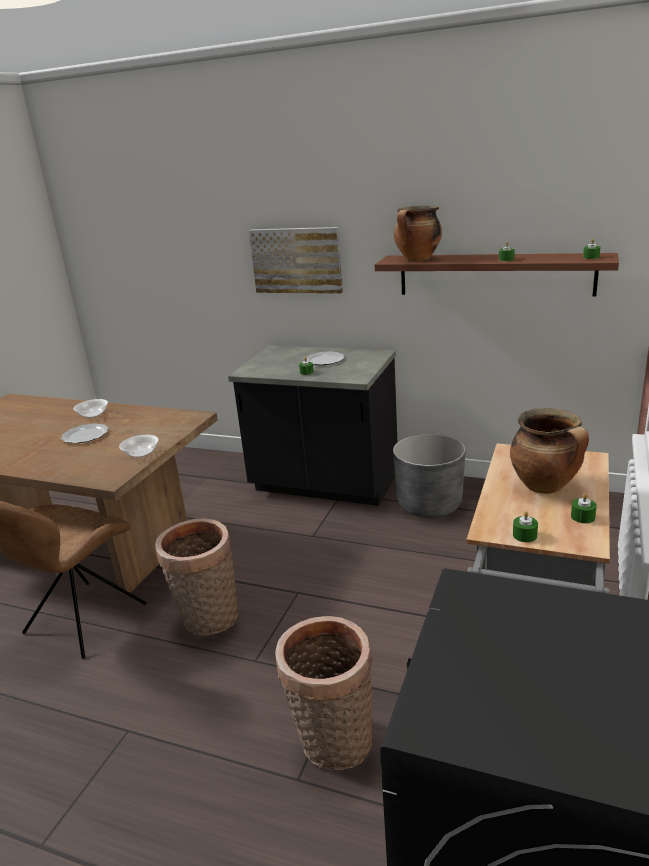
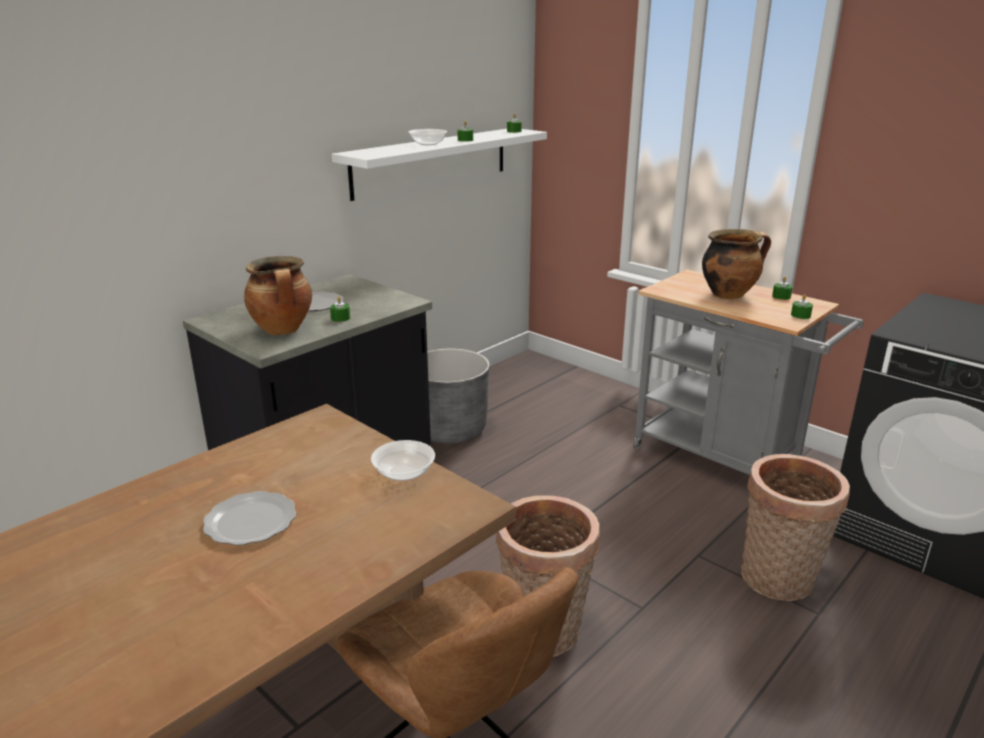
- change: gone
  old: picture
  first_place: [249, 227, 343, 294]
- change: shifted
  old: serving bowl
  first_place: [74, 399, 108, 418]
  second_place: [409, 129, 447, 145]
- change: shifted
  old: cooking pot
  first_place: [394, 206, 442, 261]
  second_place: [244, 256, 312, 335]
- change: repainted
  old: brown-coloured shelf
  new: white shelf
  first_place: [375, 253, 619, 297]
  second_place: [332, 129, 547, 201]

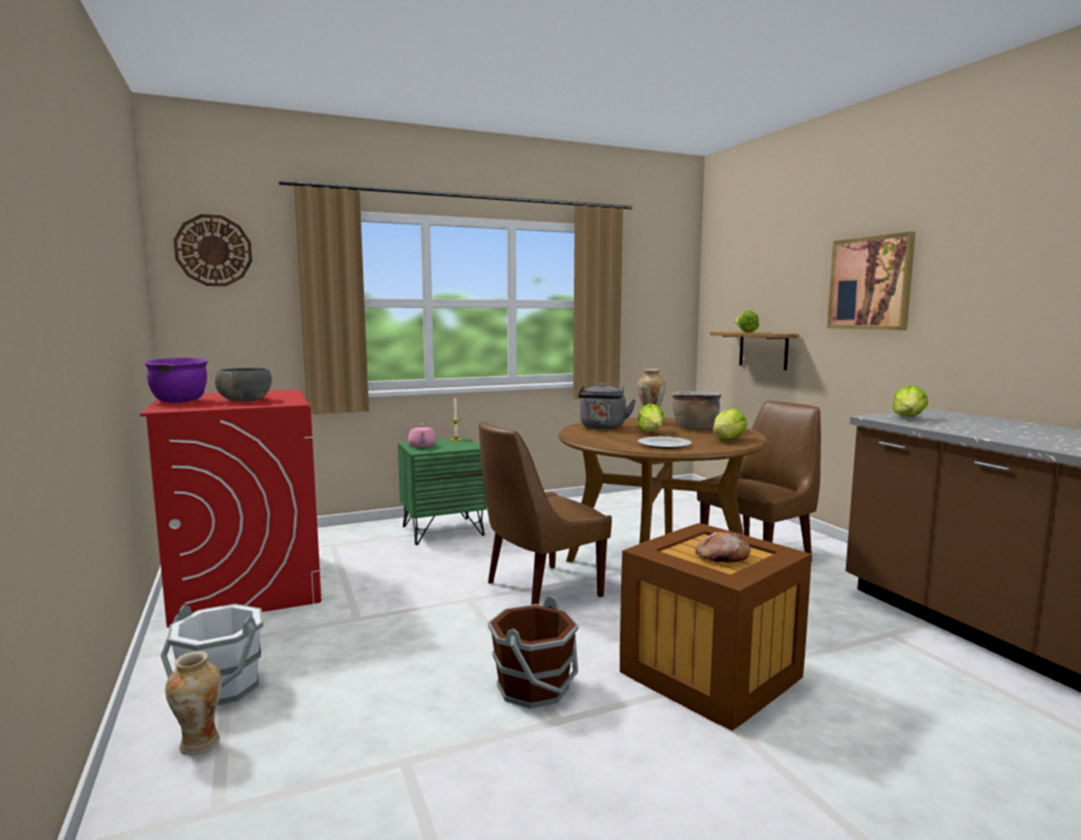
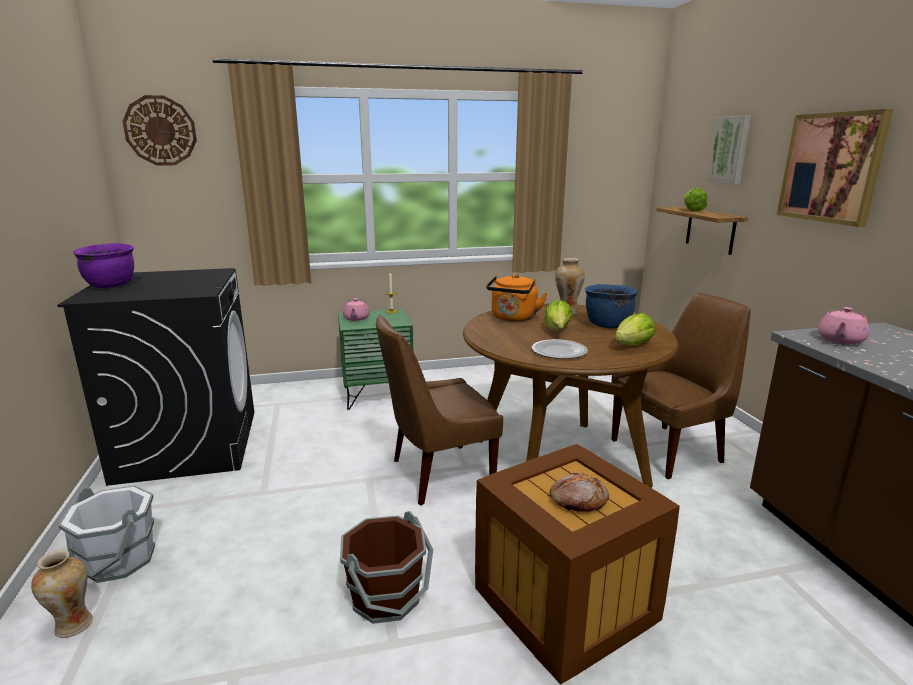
- change: gone
  old: grey serving bowl
  first_place: [215, 368, 272, 401]
- change: new
  new: picture
  second_place: [707, 115, 751, 184]
- change: swapped
  old: lettuce
  new: pink tea pot
  first_place: [892, 385, 928, 417]
  second_place: [818, 307, 869, 344]
- change: repainted
  old: reddish washing machine
  new: black-coloured washing machine
  first_place: [140, 389, 321, 627]
  second_place: [57, 268, 254, 486]
- change: repainted
  old: grey tea kettle
  new: orange tea kettle
  first_place: [578, 383, 636, 429]
  second_place: [486, 274, 547, 322]
- change: repainted
  old: brown-coloured cooking pot
  new: bluish cooking pot
  first_place: [671, 391, 722, 430]
  second_place: [585, 284, 638, 328]

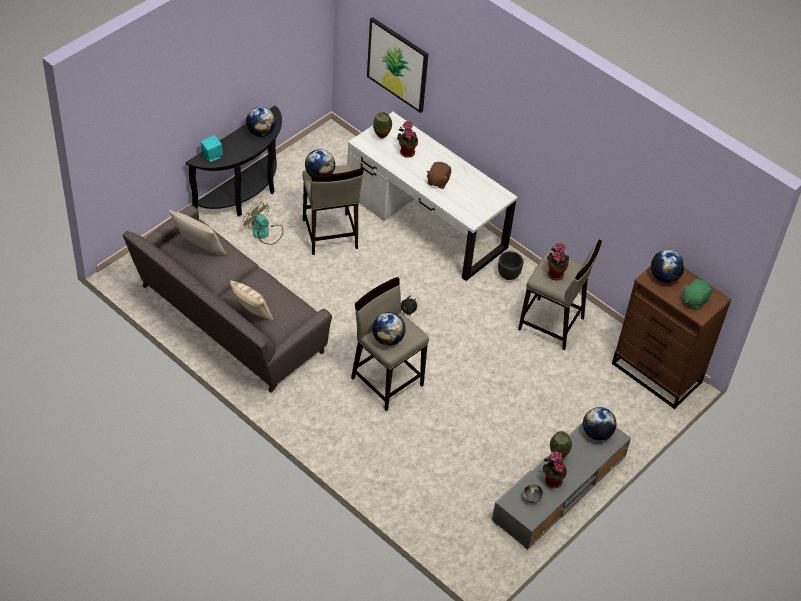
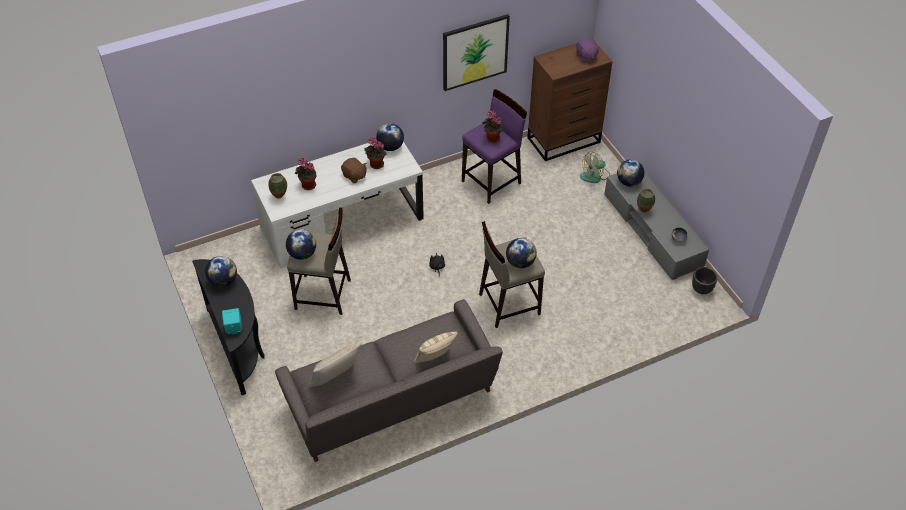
- change: shifted
  old: electric fan
  first_place: [243, 202, 283, 245]
  second_place: [580, 151, 610, 183]
- change: shifted
  old: picture
  first_place: [367, 17, 428, 113]
  second_place: [443, 14, 510, 91]
- change: shifted
  old: black-coloured planter
  first_place: [498, 251, 524, 280]
  second_place: [692, 267, 718, 294]
- change: shifted
  old: plant in a pot
  first_place: [543, 451, 567, 488]
  second_place: [364, 137, 386, 169]
- change: shifted
  old: world globe
  first_place: [651, 250, 685, 283]
  second_place: [376, 123, 404, 151]
- change: repainted
  old: beige-coloured sitting stool
  new: purplish sitting stool
  first_place: [518, 240, 602, 350]
  second_place: [462, 89, 527, 204]
- change: repainted
  old: green plush toy
  new: purplish plush toy
  first_place: [682, 279, 713, 310]
  second_place: [576, 38, 600, 62]

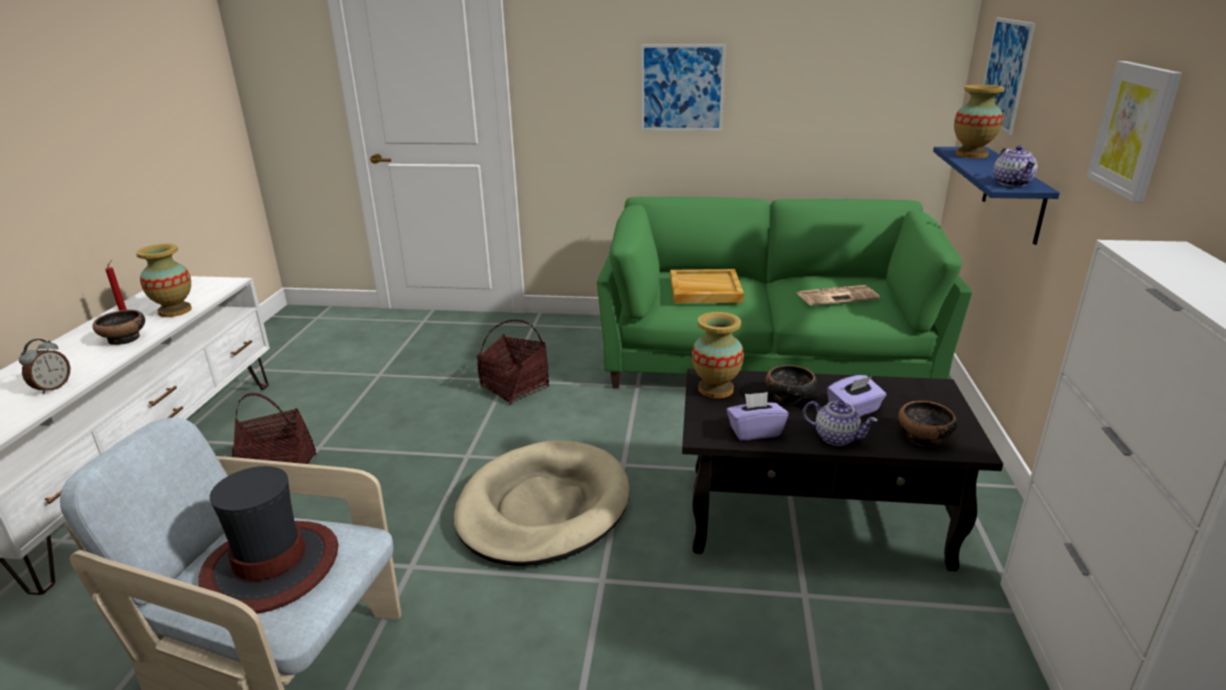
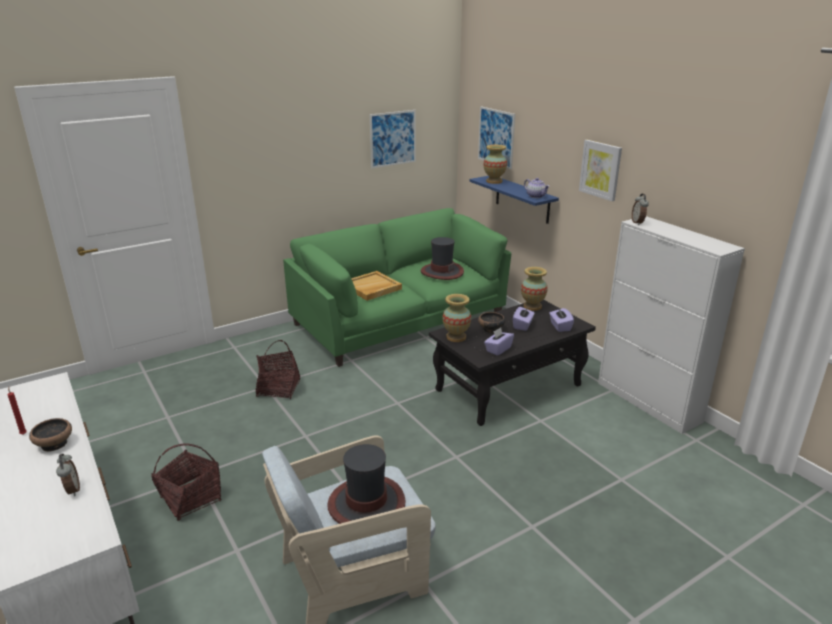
- change: gone
  old: beige-coloured pet bed
  first_place: [454, 440, 629, 566]
- change: gone
  old: tea pot
  first_place: [803, 401, 878, 446]
- change: new
  new: alarm clock
  second_place: [632, 194, 649, 225]
- change: shifted
  old: decorative vase
  first_place: [136, 244, 192, 317]
  second_place: [521, 267, 548, 311]
- change: shifted
  old: picture
  first_place: [641, 44, 726, 131]
  second_place: [370, 110, 416, 168]
- change: swapped
  old: daily paper
  new: wearable hat
  first_place: [797, 285, 880, 306]
  second_place: [421, 237, 464, 280]
- change: swapped
  old: serving bowl
  new: purplish box of tissues
  first_place: [898, 401, 957, 446]
  second_place: [549, 307, 574, 332]

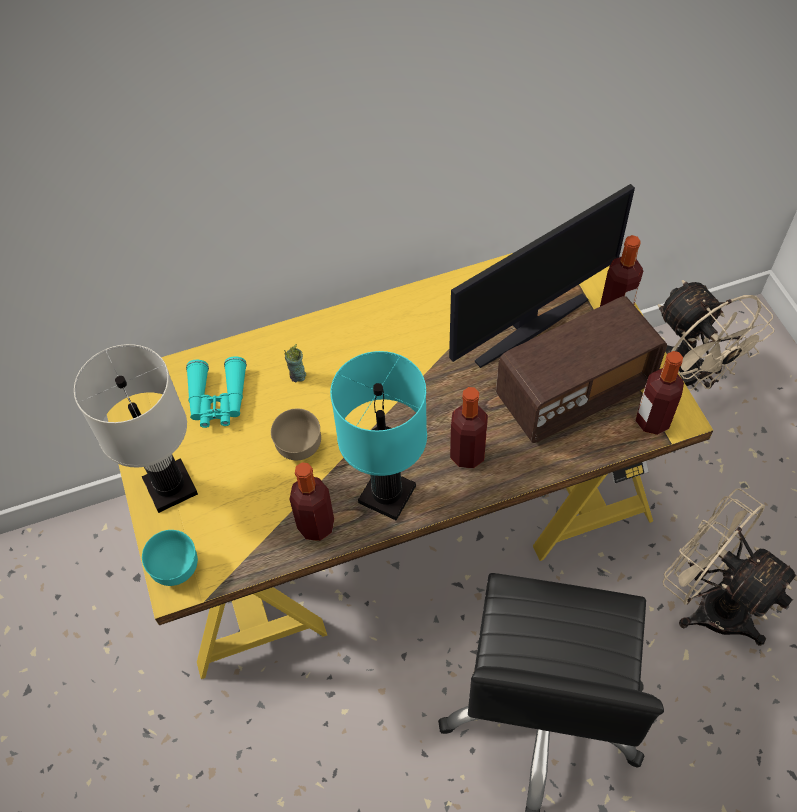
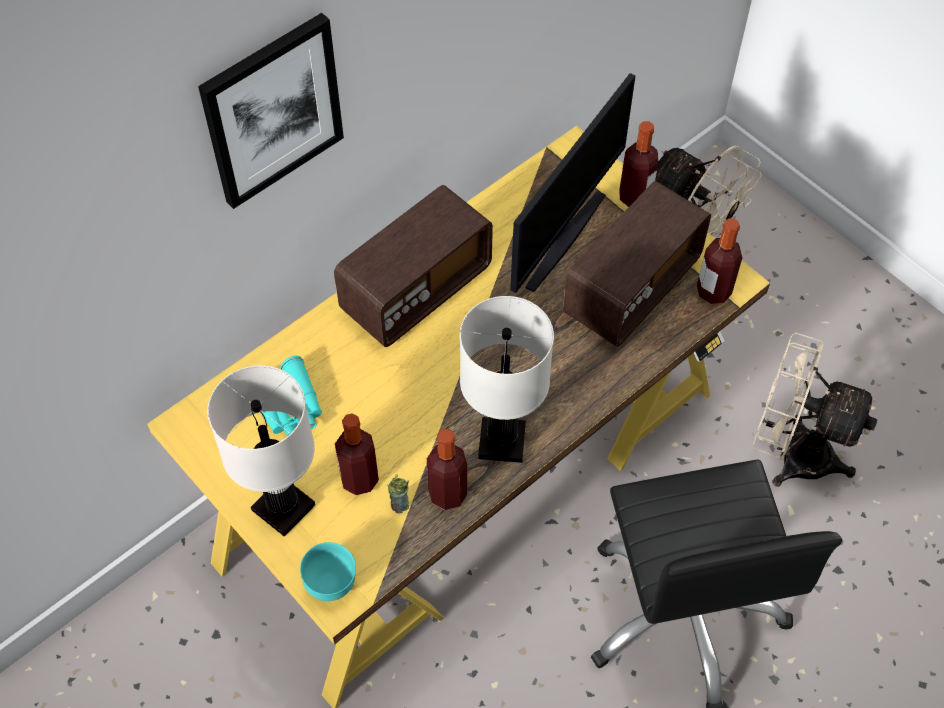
- change: gone
  old: brown-coloured serving bowl
  first_place: [271, 408, 321, 460]
- change: new
  new: picture
  second_place: [198, 13, 344, 209]
- change: new
  new: radio receiver
  second_place: [334, 185, 493, 347]
- change: shifted
  old: cup
  first_place: [284, 344, 306, 382]
  second_place: [387, 474, 409, 513]
- change: shifted
  old: drink bottle
  first_place: [450, 387, 488, 468]
  second_place: [335, 413, 379, 495]
- change: repainted
  old: turquoise-coloured lamp for a table
  new: white lamp for a table
  first_place: [330, 351, 427, 520]
  second_place: [460, 296, 554, 463]

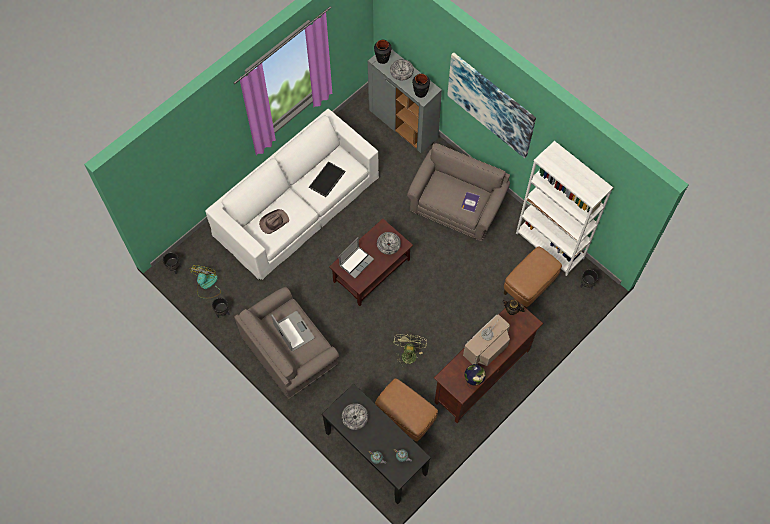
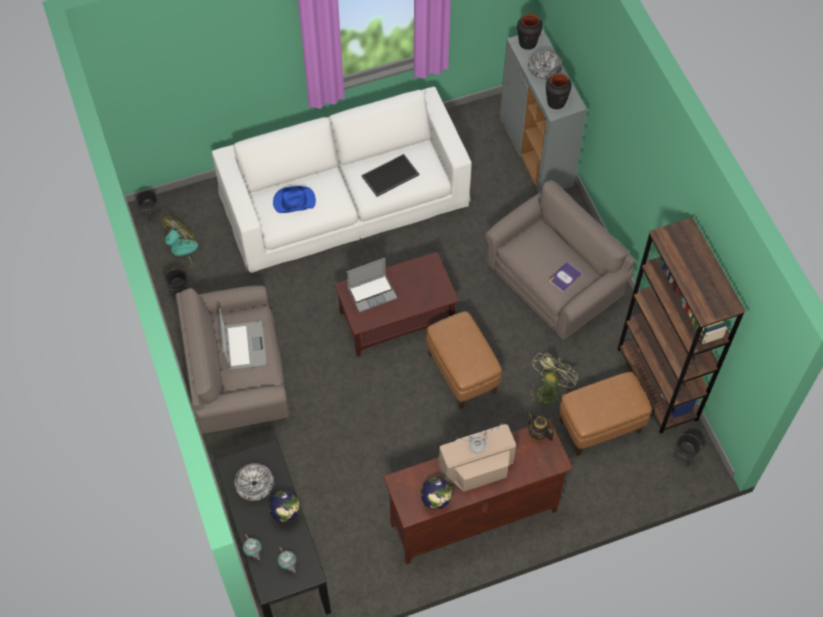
- change: gone
  old: serving bowl
  first_place: [377, 232, 401, 255]
- change: gone
  old: picture
  first_place: [447, 52, 536, 158]
- change: new
  new: world globe
  second_place: [268, 490, 300, 526]
- change: shifted
  old: brown-coloured ottoman
  first_place: [375, 379, 438, 444]
  second_place: [426, 311, 502, 409]
- change: shifted
  old: green electric fan
  first_place: [393, 334, 427, 368]
  second_place: [529, 353, 578, 405]
- change: repainted
  old: brown-coloured wearable hat
  new: bluish wearable hat
  first_place: [259, 209, 289, 234]
  second_place: [273, 186, 316, 213]
- change: repainted
  old: white bookshelf
  new: brown-coloured bookshelf
  first_place: [516, 141, 613, 276]
  second_place: [618, 217, 746, 434]

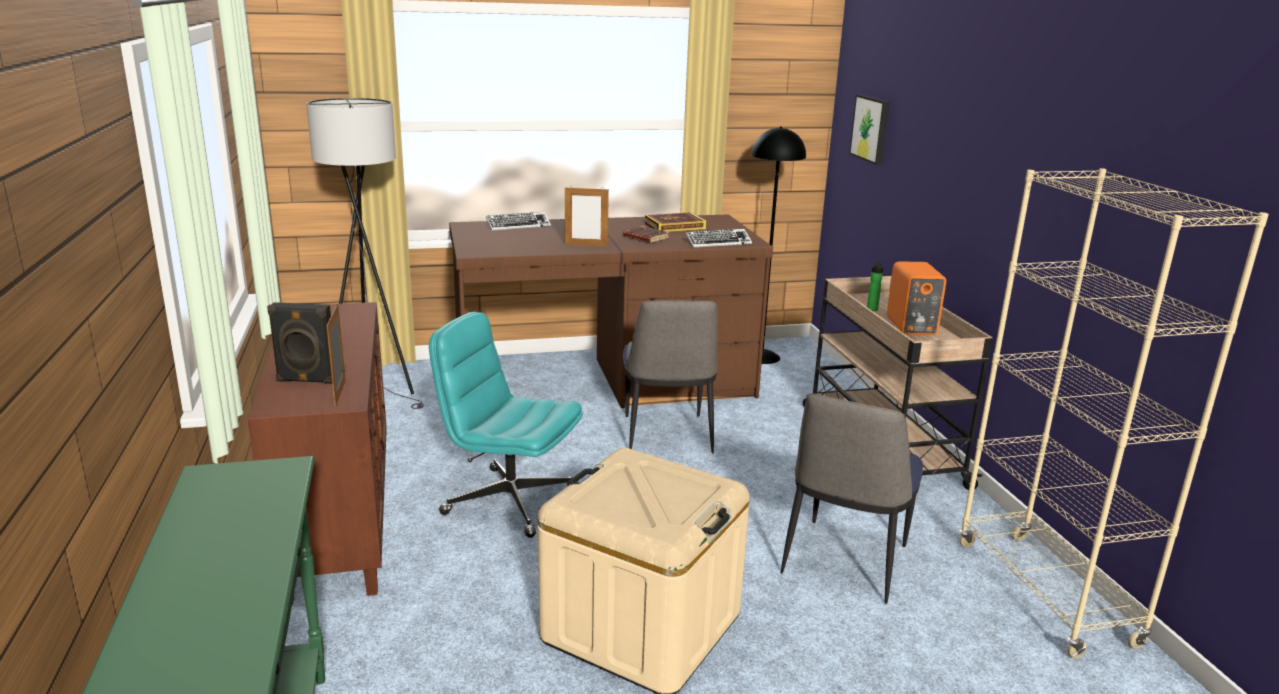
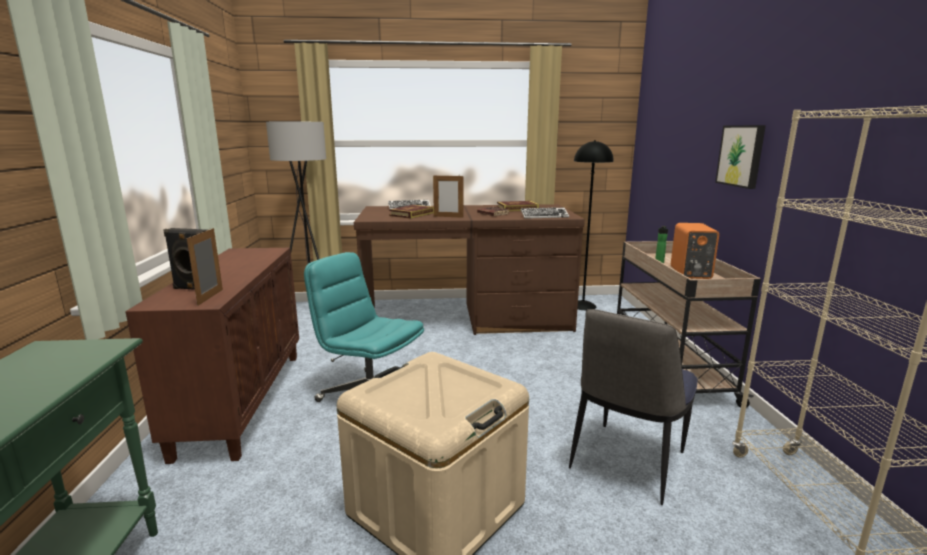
- change: gone
  old: chair
  first_place: [623, 301, 718, 454]
- change: new
  new: bound book
  second_place: [389, 205, 434, 219]
- change: shifted
  old: picture
  first_place: [849, 94, 890, 165]
  second_place: [715, 125, 766, 189]

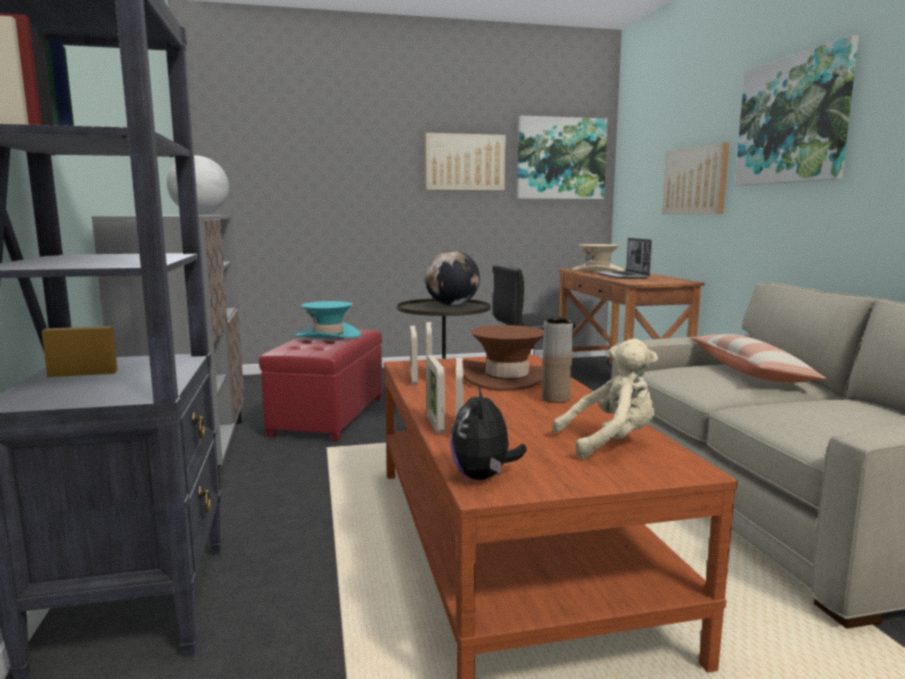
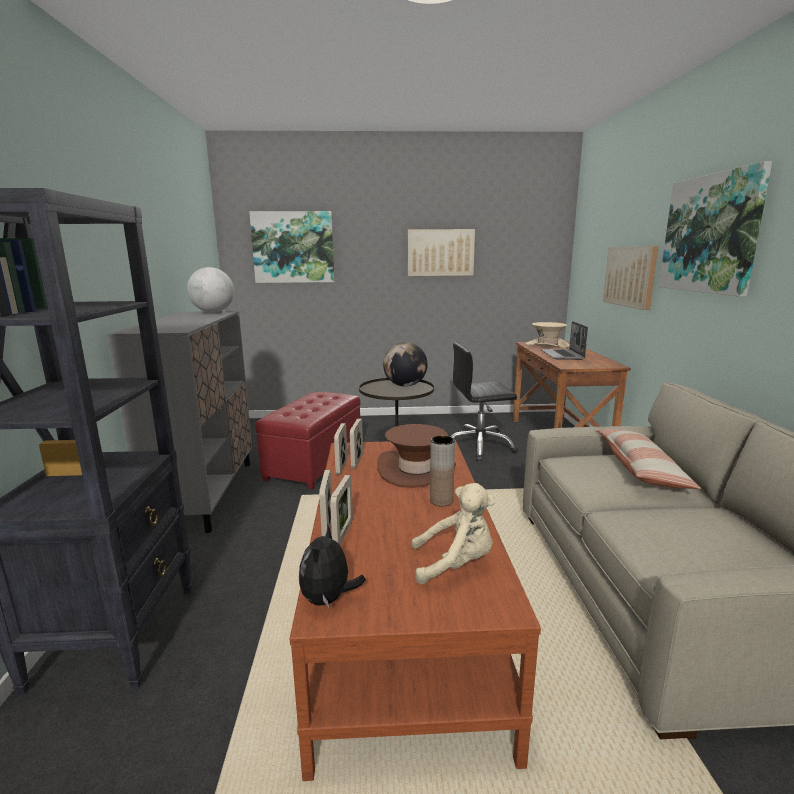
- change: gone
  old: turquoise-coloured wearable hat
  first_place: [295, 301, 361, 338]
- change: shifted
  old: picture
  first_place: [517, 116, 608, 199]
  second_place: [249, 211, 335, 283]

